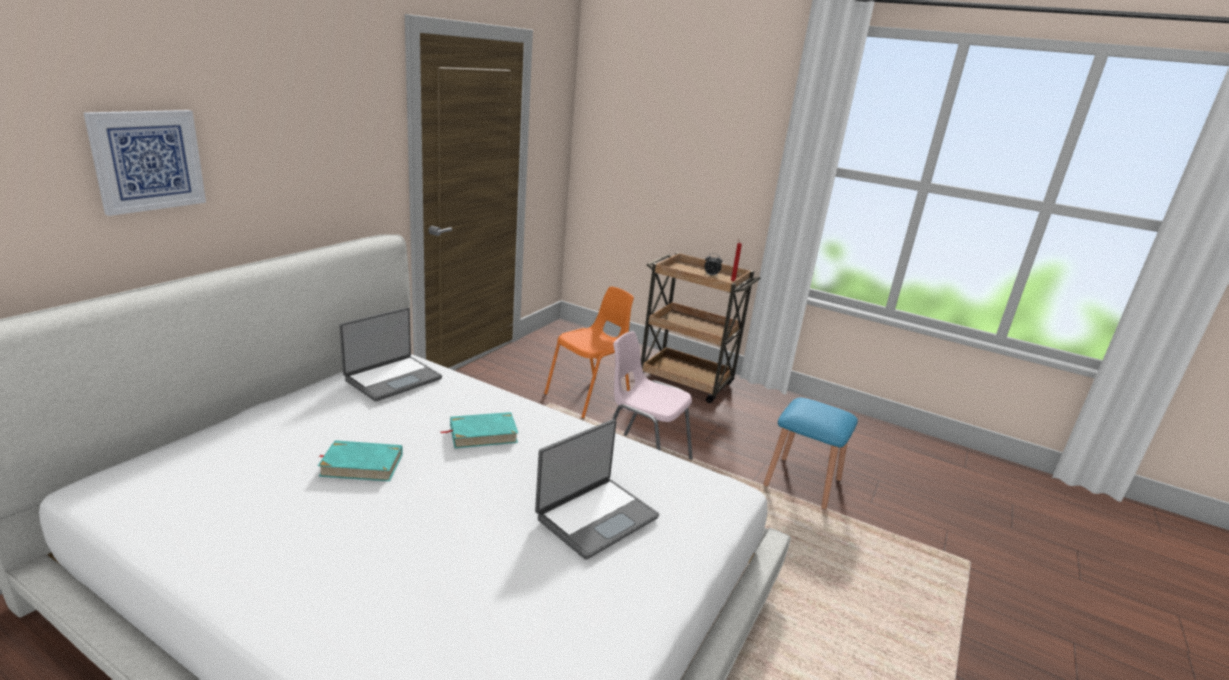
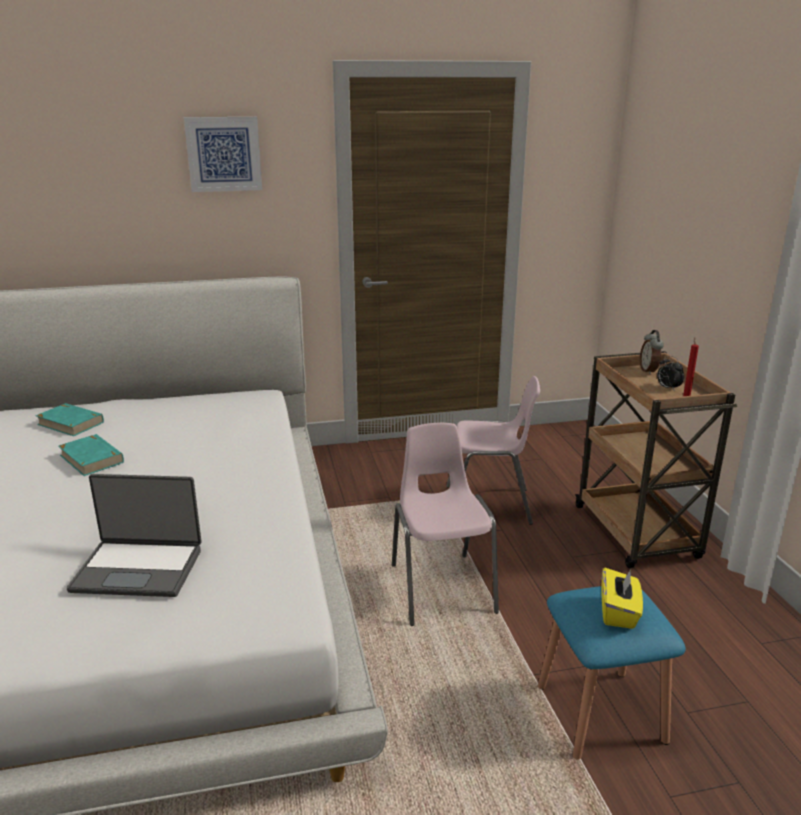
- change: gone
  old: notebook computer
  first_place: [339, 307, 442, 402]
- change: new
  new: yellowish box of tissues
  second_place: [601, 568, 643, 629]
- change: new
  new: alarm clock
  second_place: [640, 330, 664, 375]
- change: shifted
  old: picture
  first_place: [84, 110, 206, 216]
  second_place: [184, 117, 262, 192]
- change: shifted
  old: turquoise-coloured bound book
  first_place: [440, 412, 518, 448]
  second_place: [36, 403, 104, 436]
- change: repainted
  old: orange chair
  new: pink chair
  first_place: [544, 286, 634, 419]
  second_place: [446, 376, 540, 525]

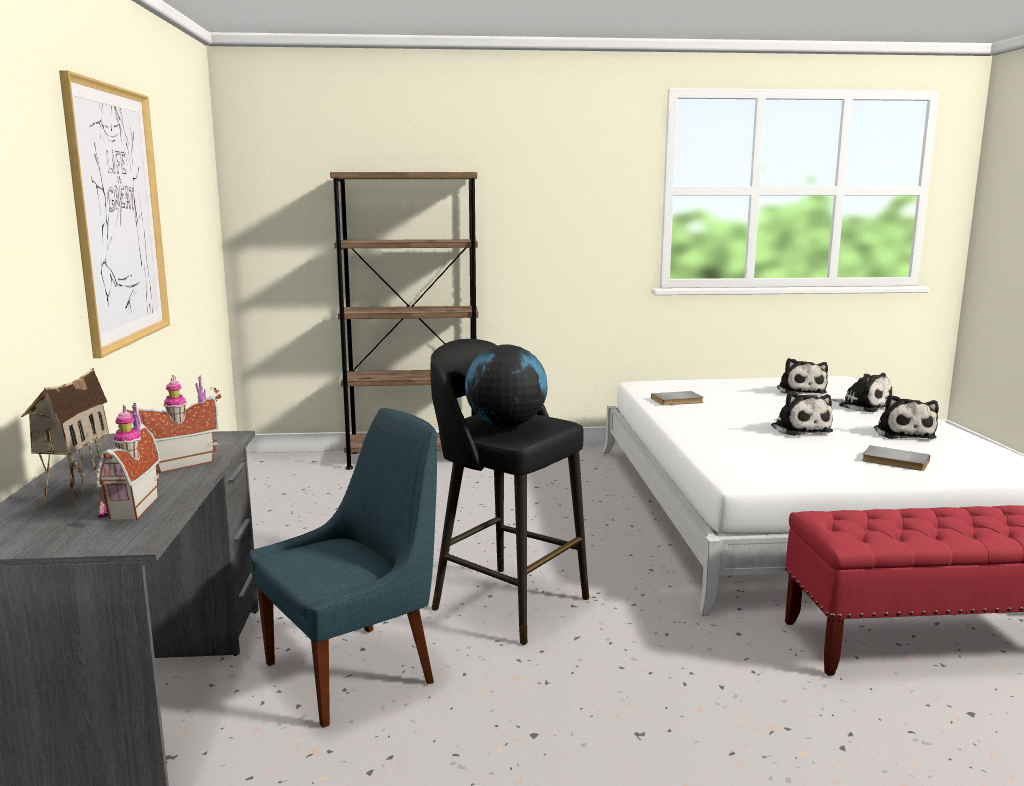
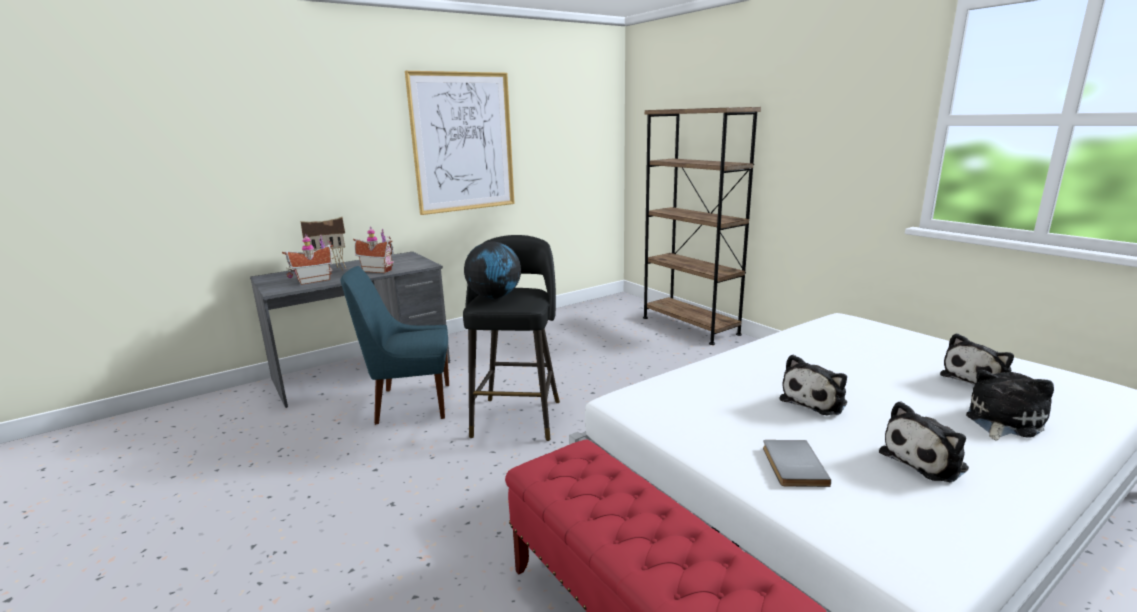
- change: gone
  old: grey bound book
  first_place: [651, 391, 704, 405]
- change: rotated
  old: bluish chair
  first_place: [250, 408, 437, 728]
  second_place: [341, 266, 449, 425]
  degrees: 150
- change: rotated
  old: plush toy
  first_place: [831, 373, 892, 412]
  second_place: [966, 370, 1054, 441]
  degrees: -150

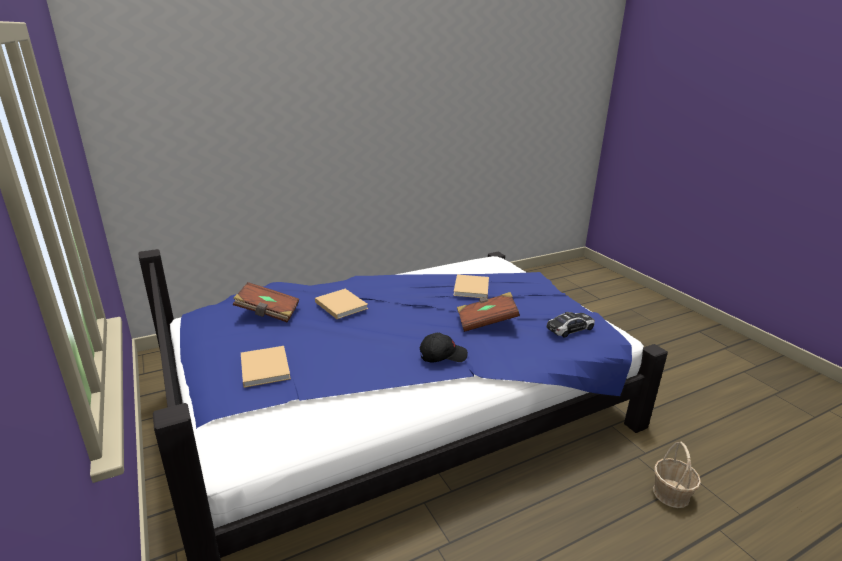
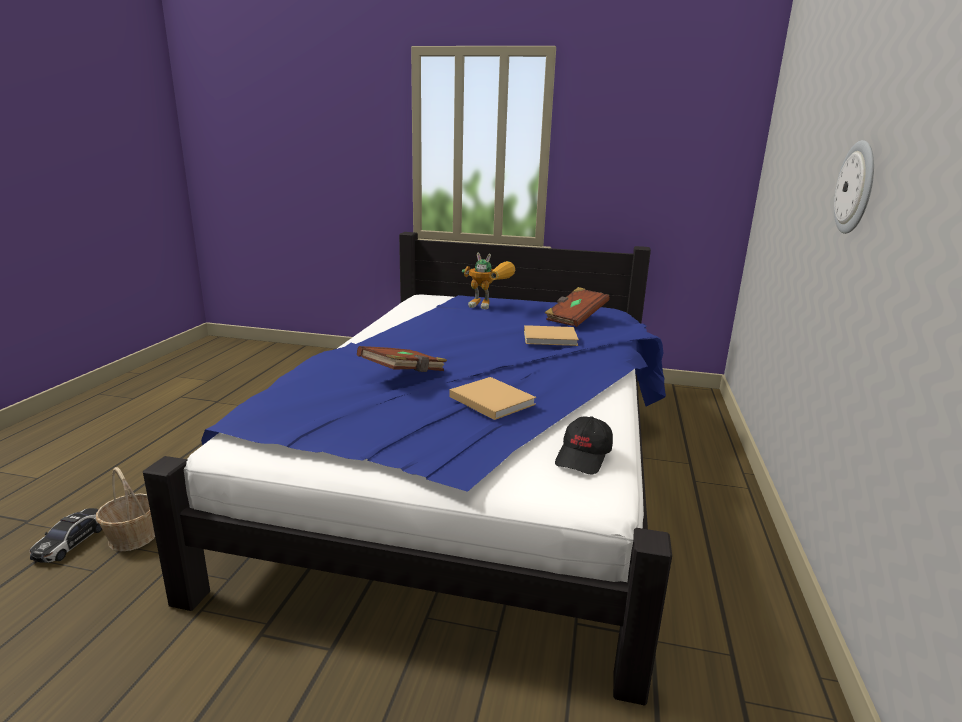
- change: new
  new: wall clock
  second_place: [834, 140, 874, 234]
- change: shifted
  old: black-coloured peaked cap
  first_place: [420, 333, 468, 363]
  second_place: [555, 416, 613, 474]
- change: shifted
  old: model car
  first_place: [547, 312, 595, 338]
  second_place: [30, 508, 102, 563]
- change: swapped
  old: beige-coloured bound book
  new: model robot
  first_place: [241, 346, 291, 388]
  second_place: [462, 253, 515, 309]

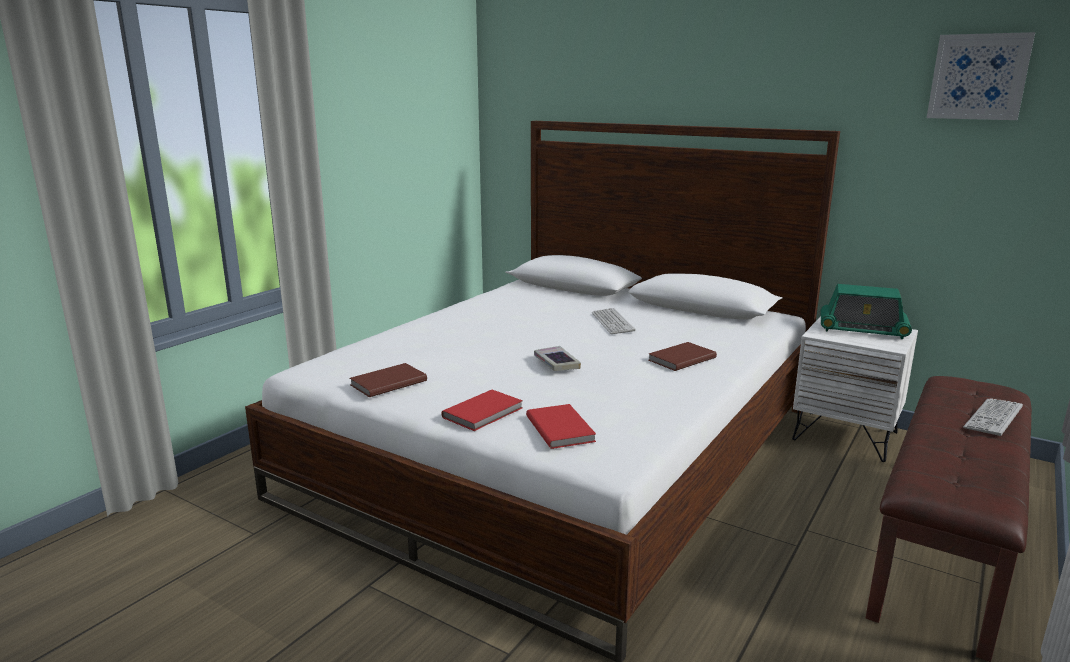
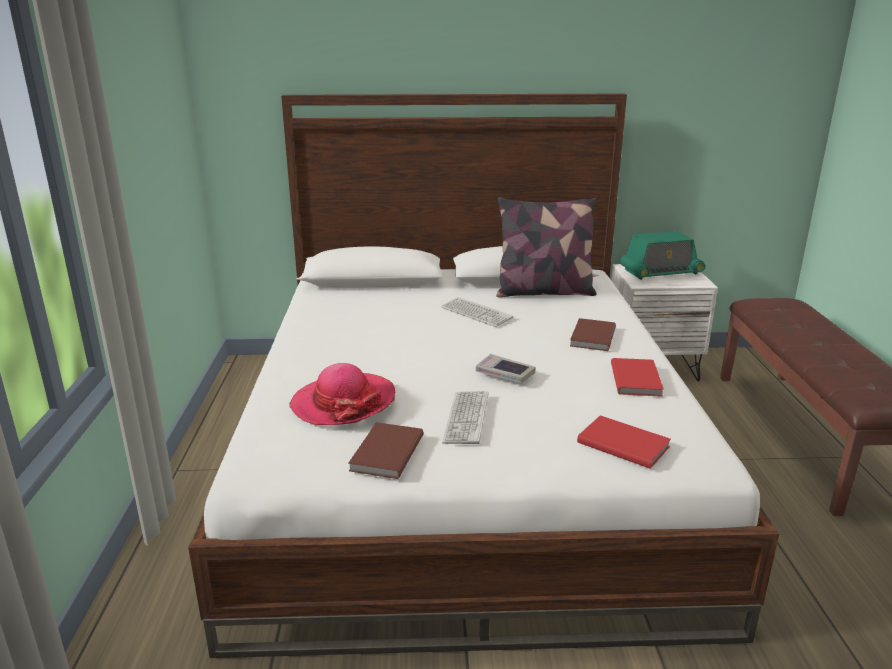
- change: gone
  old: picture
  first_place: [927, 32, 1035, 120]
- change: new
  new: wearable hat
  second_place: [289, 363, 395, 425]
- change: new
  new: pillow
  second_place: [496, 197, 596, 297]
- change: shifted
  old: reddish bound book
  first_place: [441, 390, 523, 431]
  second_place: [611, 358, 664, 397]
- change: shifted
  old: computer keyboard
  first_place: [963, 398, 1023, 436]
  second_place: [442, 391, 489, 444]

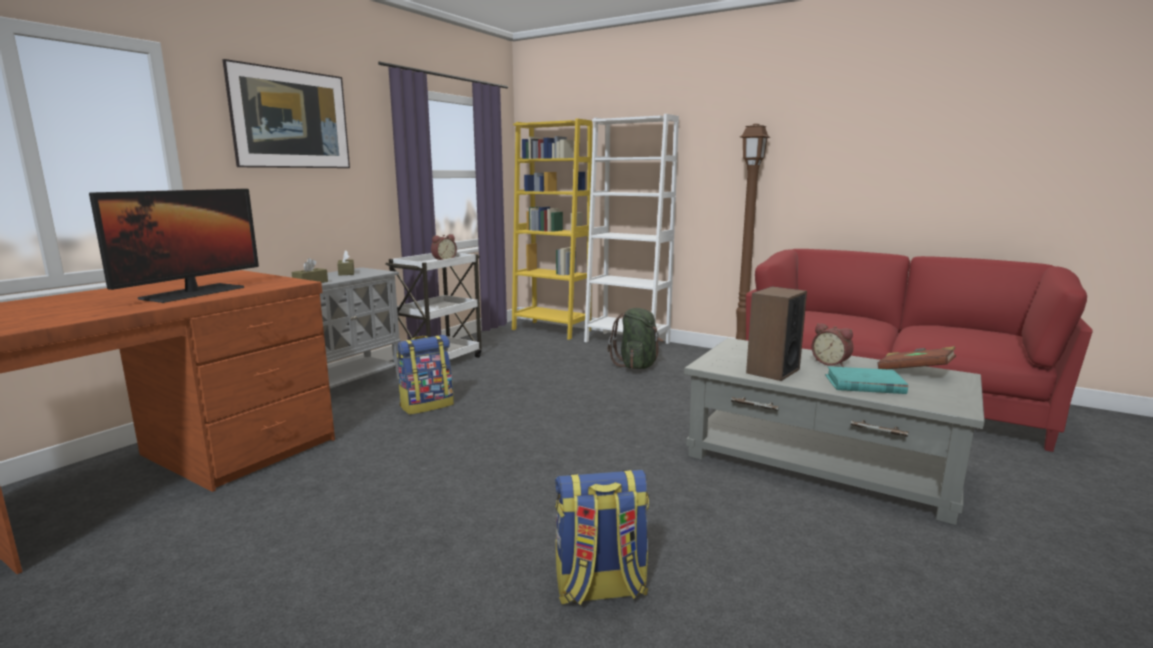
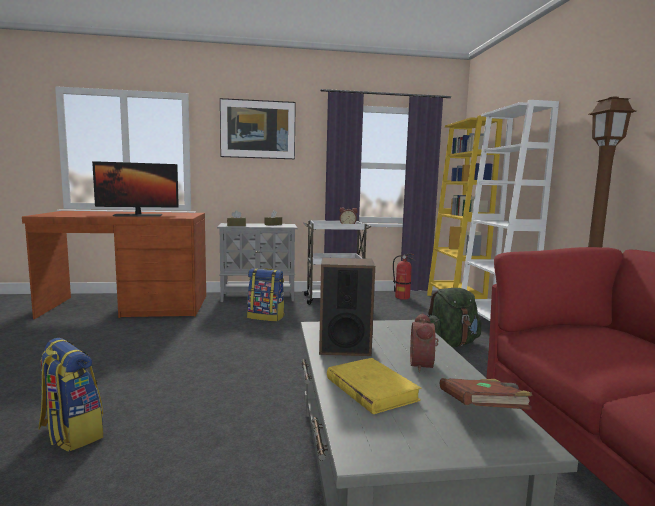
- change: new
  new: fire-fighting cylinder
  second_place: [393, 254, 415, 300]
- change: repainted
  old: turquoise-coloured bound book
  new: yellowish bound book
  first_place: [825, 366, 908, 394]
  second_place: [327, 358, 422, 414]

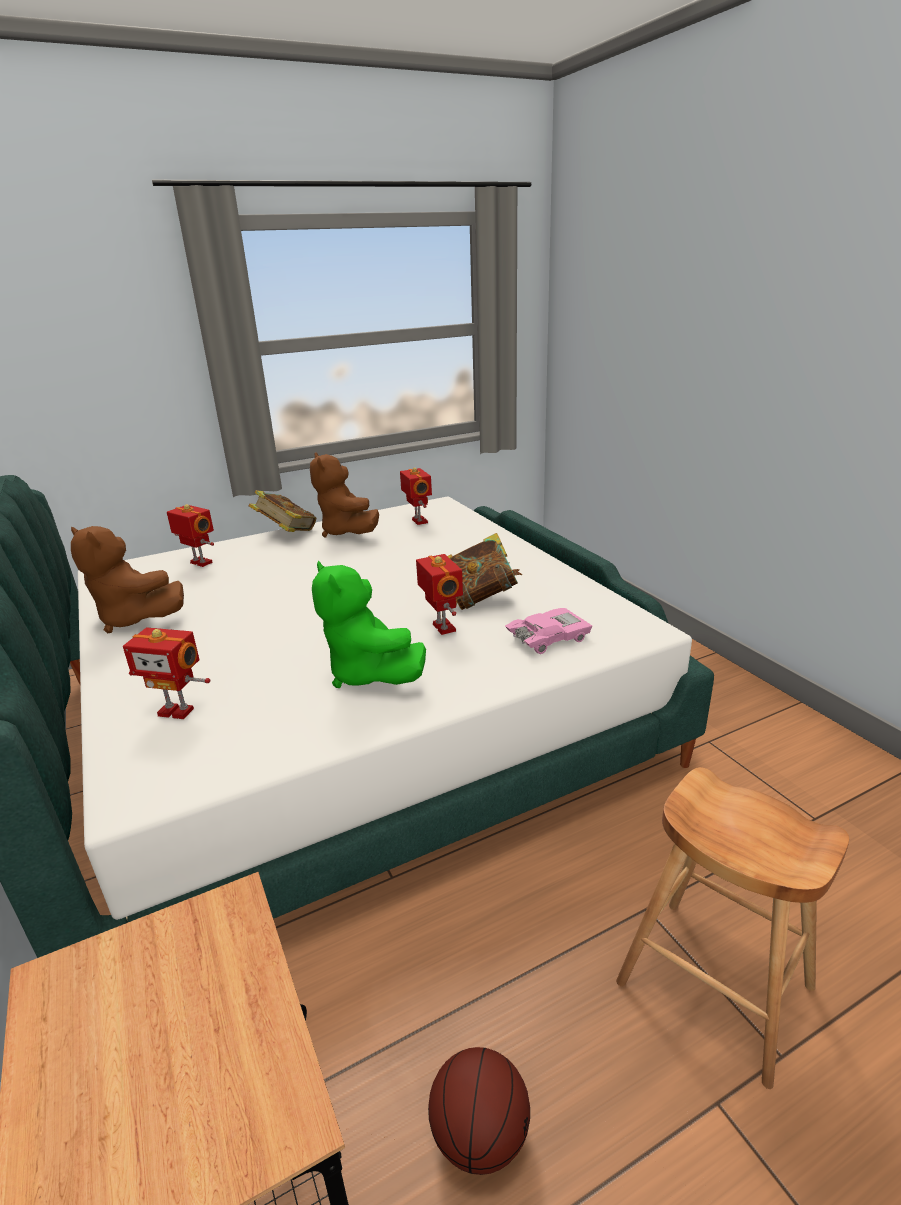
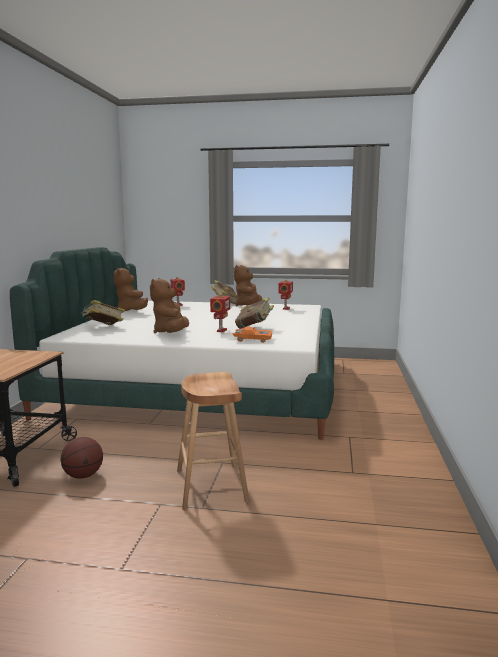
- change: swapped
  old: model robot
  new: bound book
  first_place: [123, 627, 210, 719]
  second_place: [80, 300, 125, 325]
- change: repainted
  old: green plush toy
  new: brown-coloured plush toy
  first_place: [312, 561, 426, 688]
  second_place: [150, 278, 189, 334]
- change: repainted
  old: pink model car
  new: orange model car
  first_place: [505, 608, 592, 654]
  second_place: [233, 327, 272, 343]

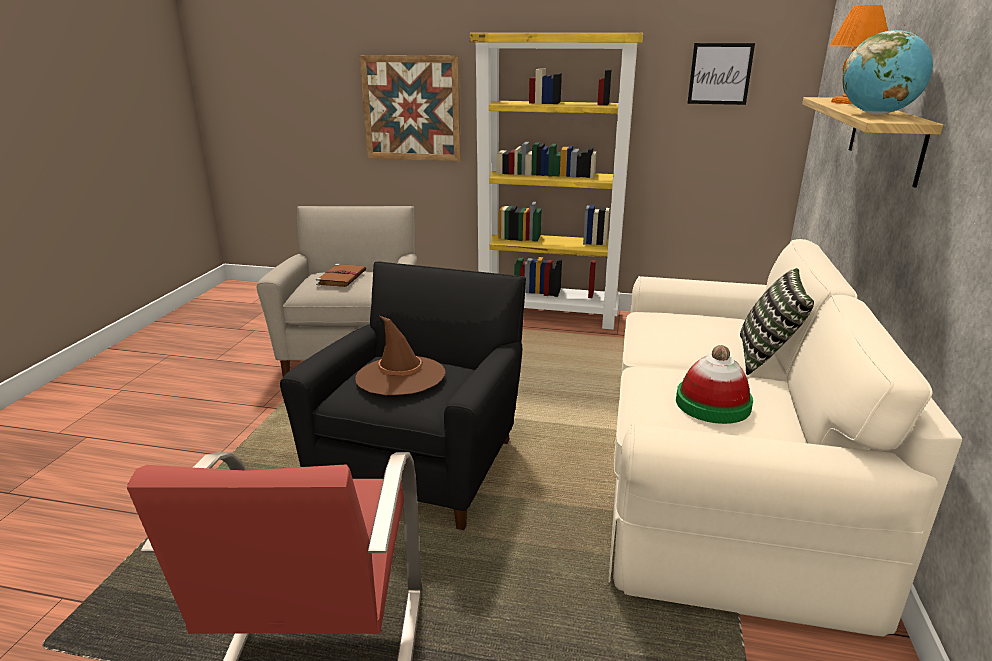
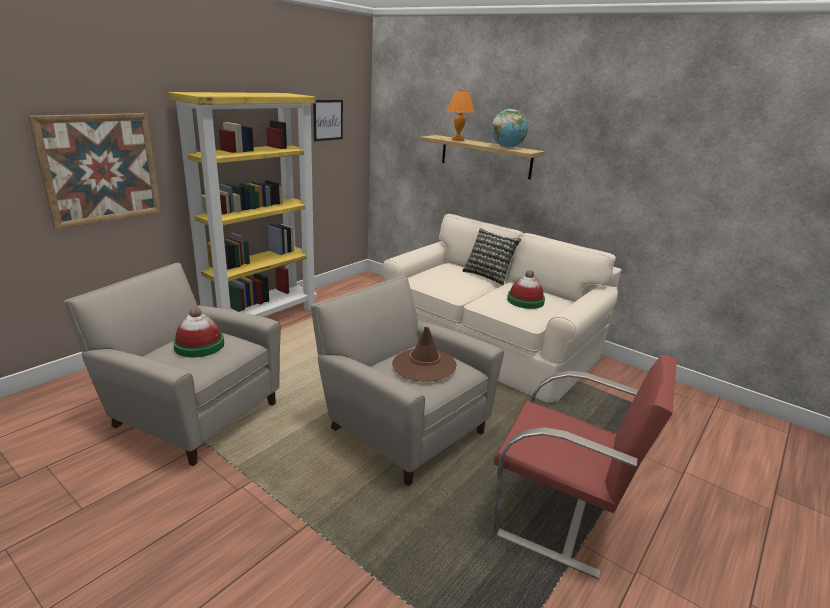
- change: swapped
  old: brown-coloured bound book
  new: wearable hat
  first_place: [316, 264, 366, 287]
  second_place: [173, 307, 224, 357]
- change: repainted
  old: black-coloured easy chair
  new: beige-coloured easy chair
  first_place: [280, 262, 526, 530]
  second_place: [311, 276, 504, 486]

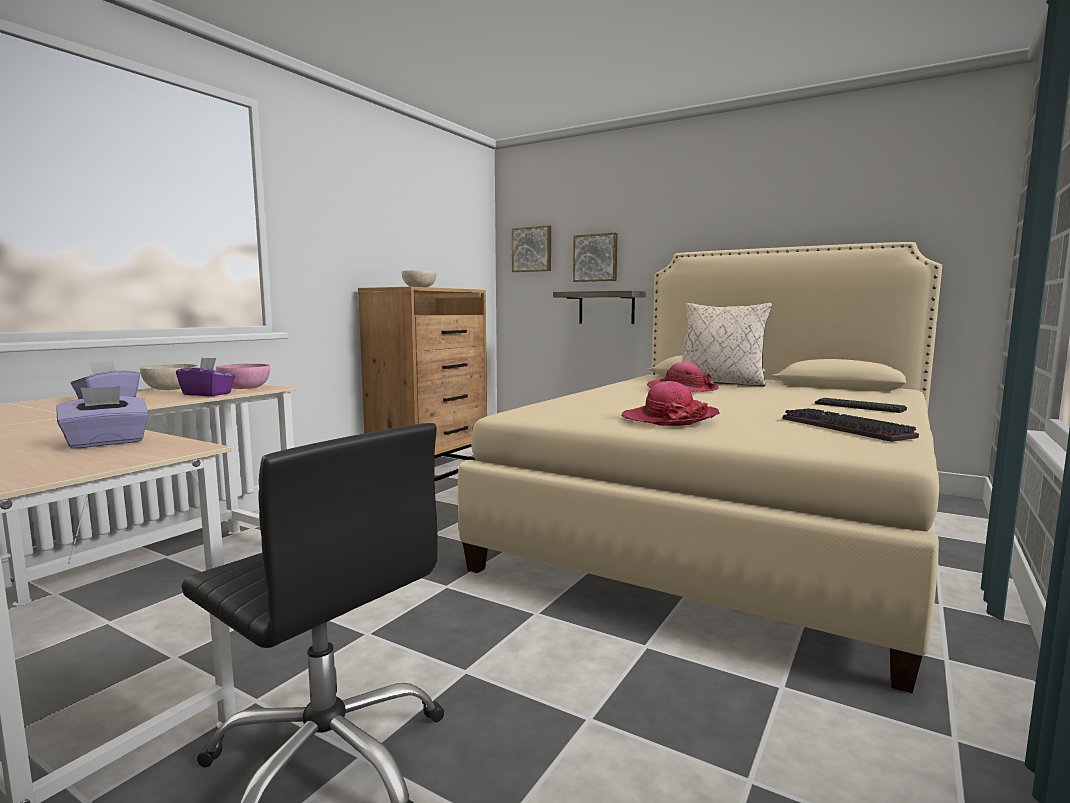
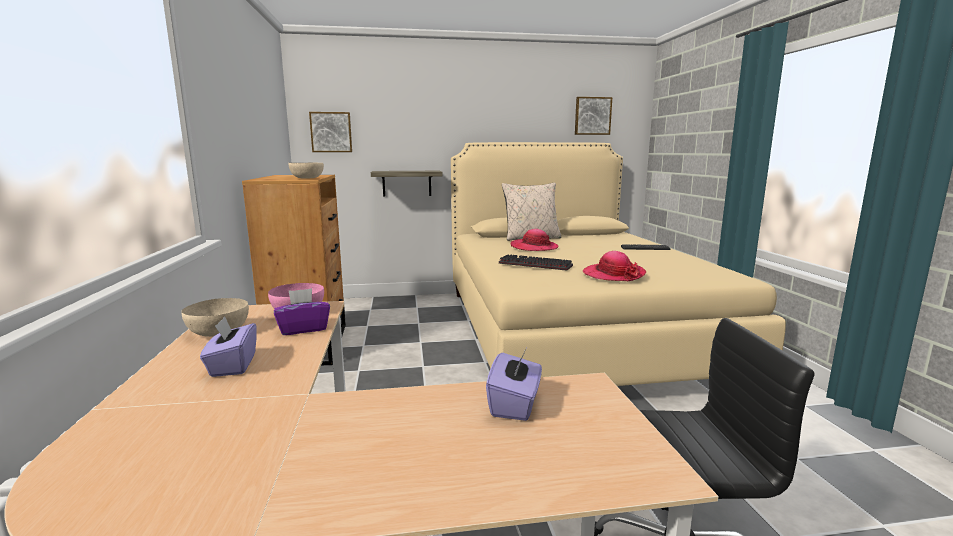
- change: shifted
  old: picture
  first_place: [573, 233, 618, 282]
  second_place: [575, 97, 612, 135]
- change: shifted
  old: computer keyboard
  first_place: [783, 408, 919, 442]
  second_place: [499, 255, 573, 271]

